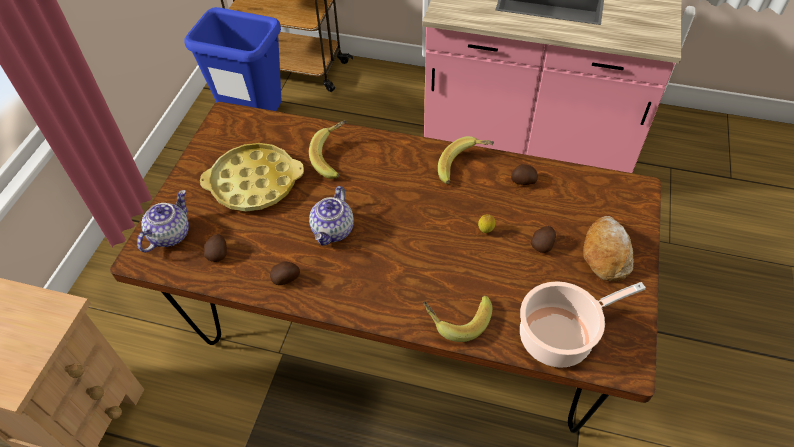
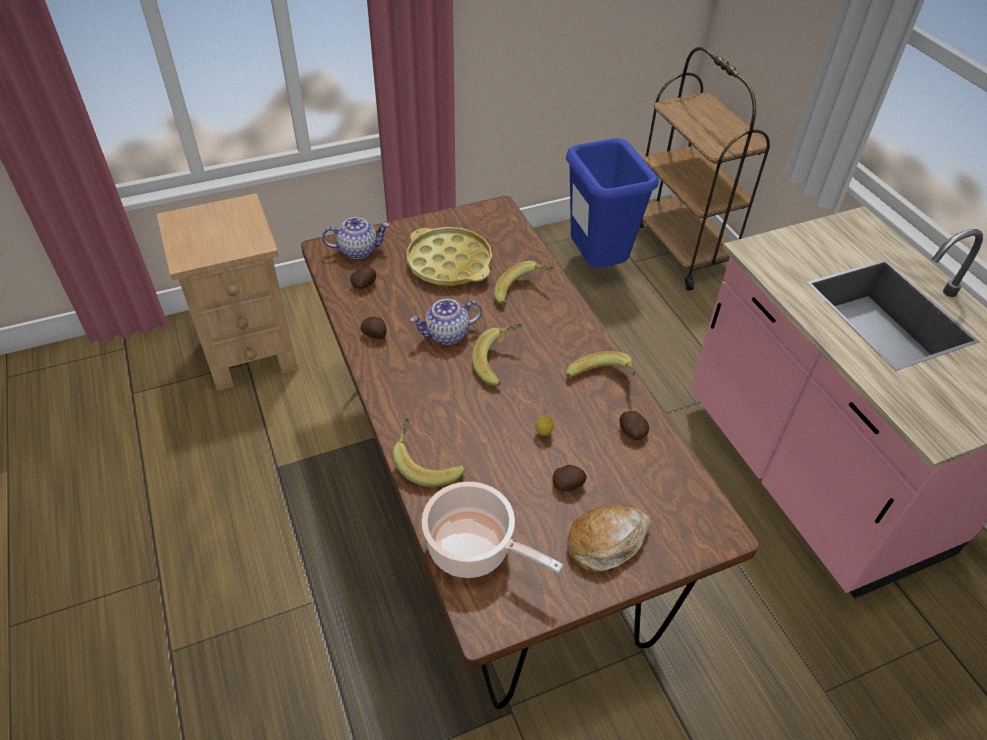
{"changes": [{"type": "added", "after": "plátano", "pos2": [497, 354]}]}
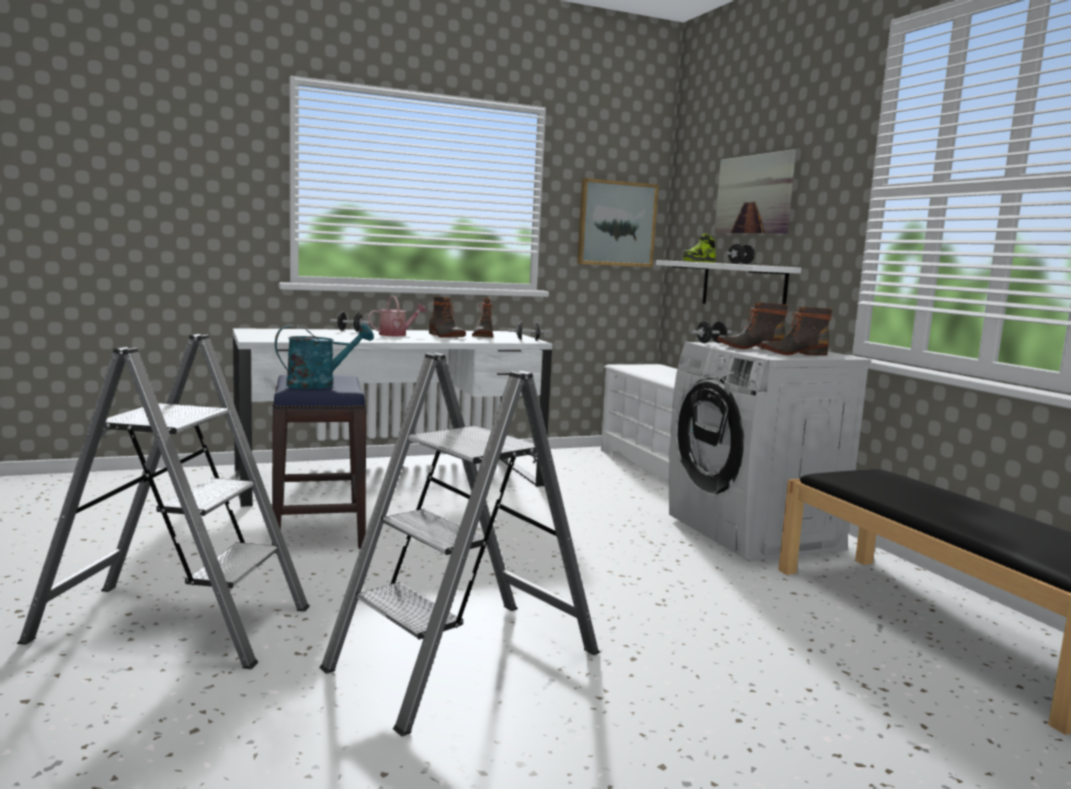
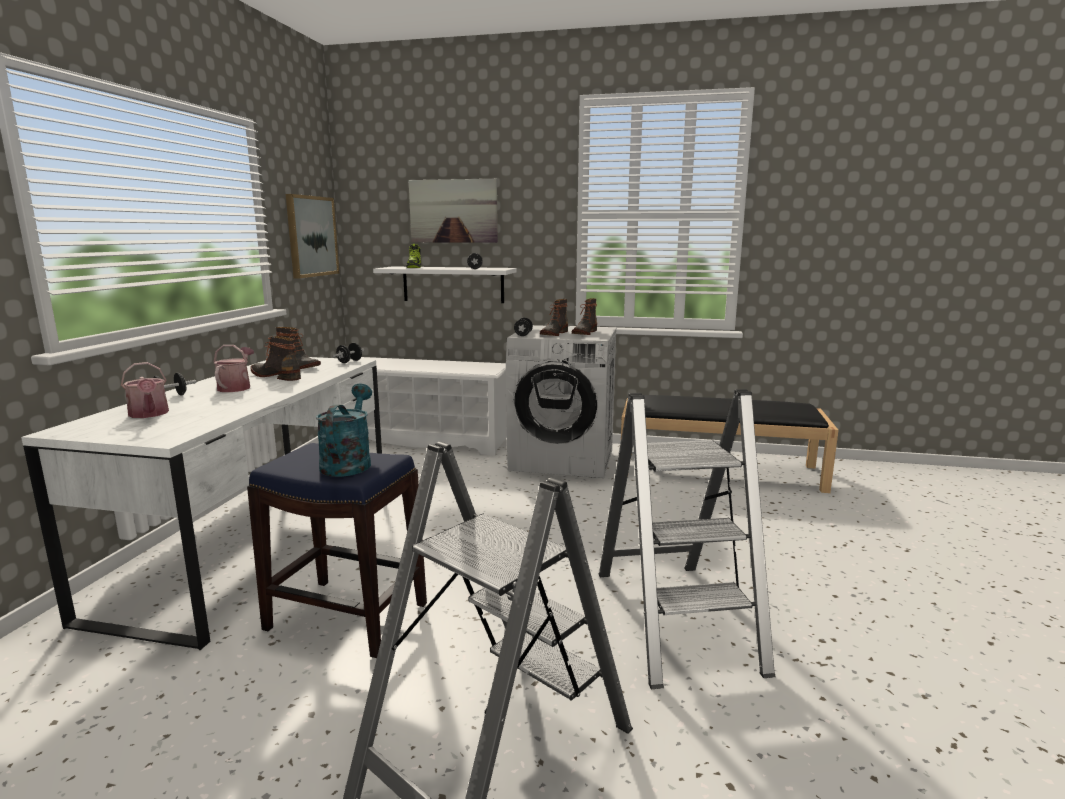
{"changes": [{"type": "turned", "before": "bota", "pos1": [447, 317], "pos2": [275, 358], "turn": -150}, {"type": "added", "after": "regadera", "pos2": [145, 390]}]}
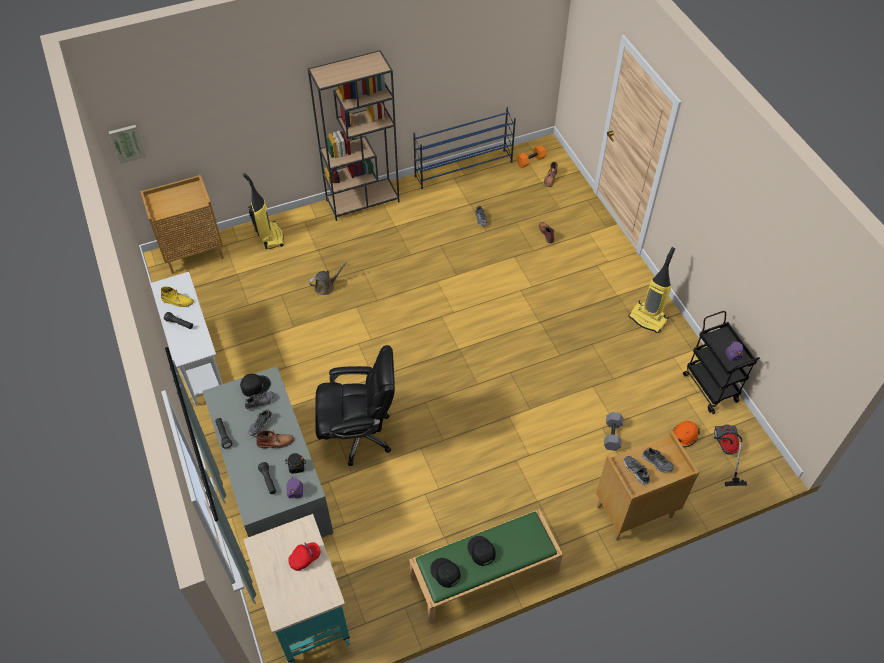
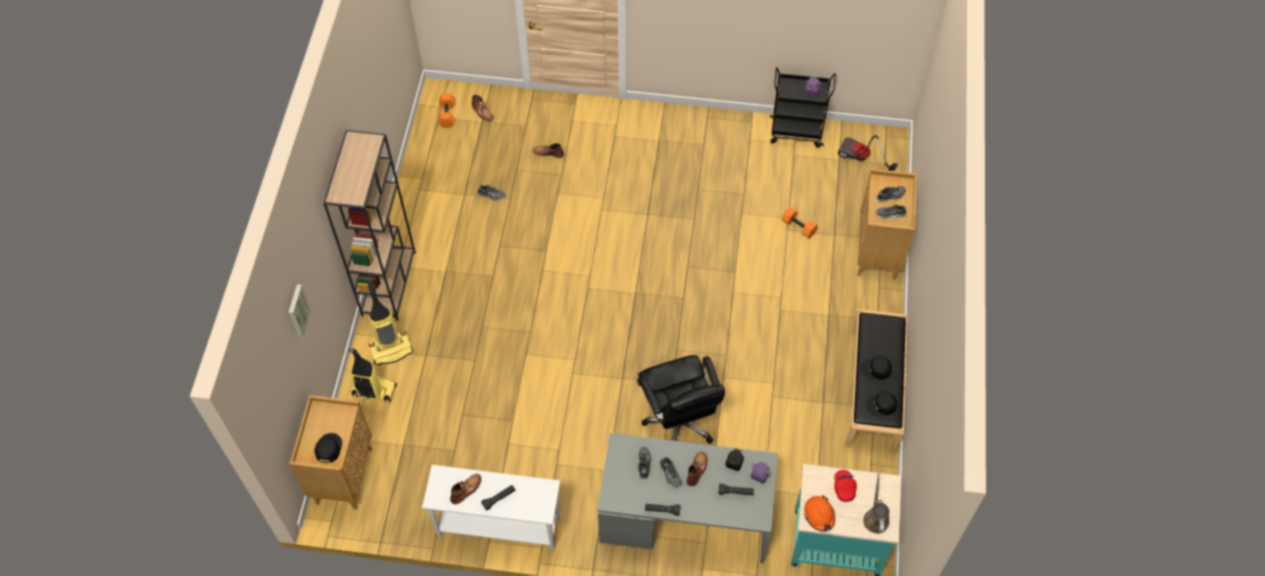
{"changes": [{"type": "removed", "before": "zapatero (azul)", "pos1": [464, 148]}, {"type": "moved", "before": "cuadro", "pos1": [127, 144], "pos2": [299, 310]}, {"type": "moved", "before": "aspiradora", "pos1": [651, 290], "pos2": [390, 324]}, {"type": "moved", "before": "regadera (marrón)", "pos1": [328, 278], "pos2": [876, 503]}, {"type": "recoloured", "before": "bota (amarillo)", "after": "bota (marrón)", "pos1": [177, 296], "pos2": [465, 489]}, {"type": "turned", "before": "silla de oficina (negro)", "pos1": [355, 405], "pos2": [681, 399], "turn": 135}, {"type": "moved", "before": "gorra (negro)", "pos1": [255, 385], "pos2": [328, 448]}, {"type": "recoloured", "before": "mancuerna (gris)", "after": "mancuerna (naranja)", "pos1": [613, 431], "pos2": [799, 223]}, {"type": "moved", "before": "casco (naranja)", "pos1": [686, 434], "pos2": [819, 513]}, {"type": "recoloured", "before": "banco (verde)", "after": "banco (negro)", "pos1": [486, 566], "pos2": [877, 381]}]}
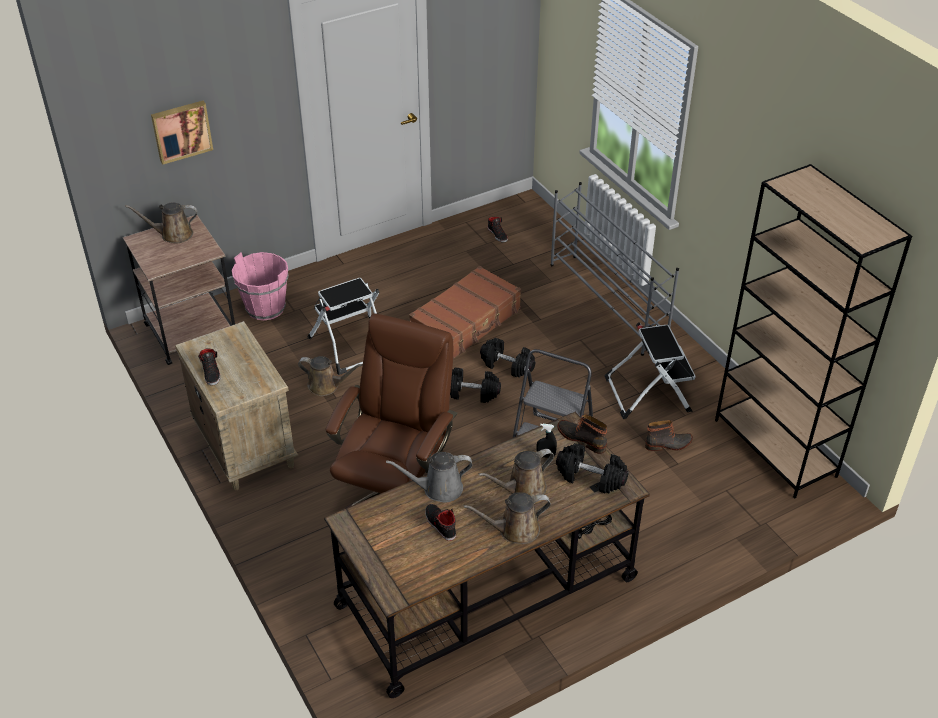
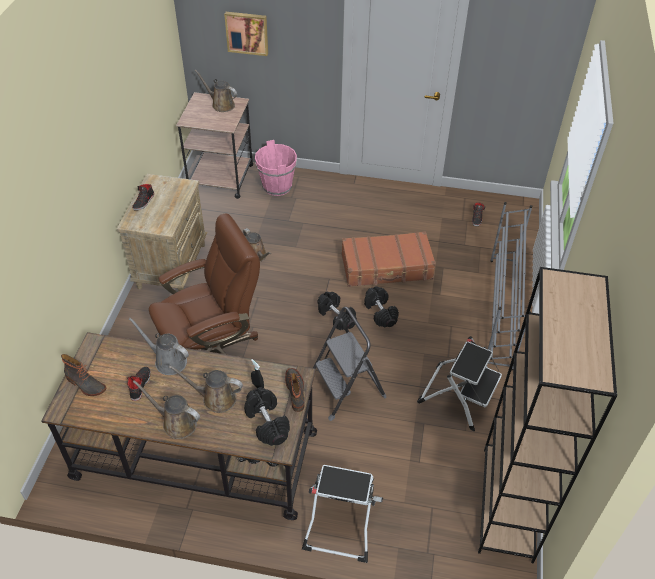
{"changes": [{"type": "moved", "before": "escalera de tijera", "pos1": [343, 326], "pos2": [342, 514]}, {"type": "moved", "before": "bota", "pos1": [669, 435], "pos2": [83, 375]}]}
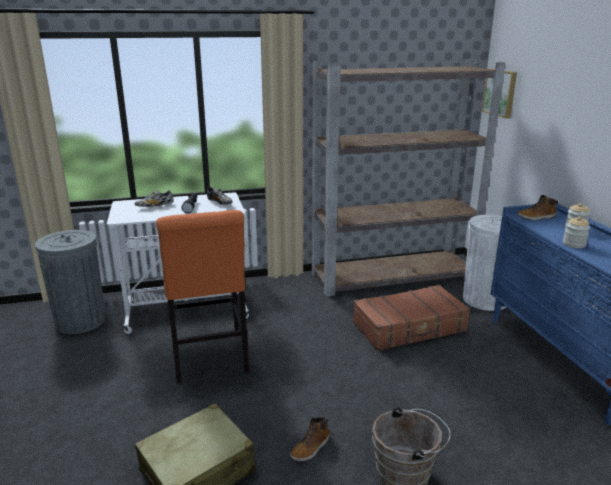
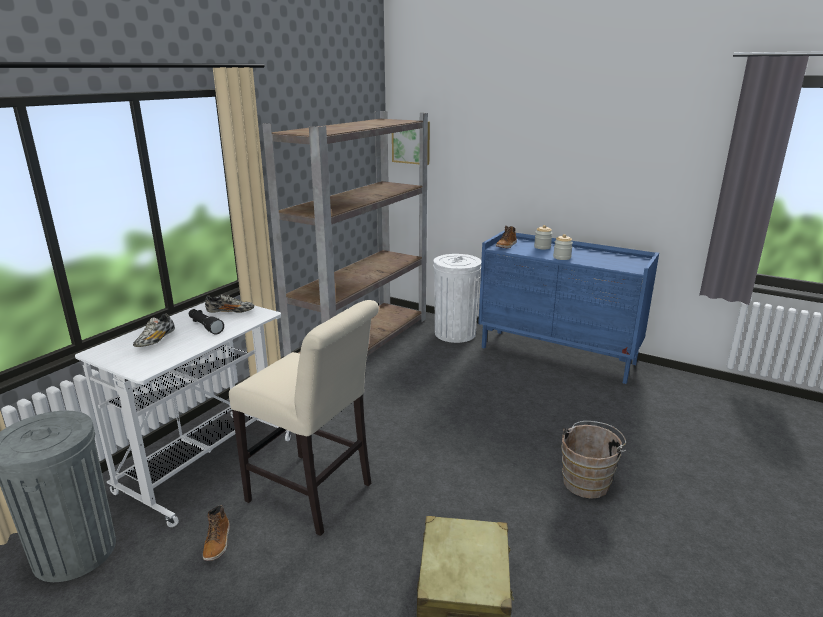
{"changes": [{"type": "recoloured", "before": "taburete (naranja)", "after": "taburete (beis)", "pos1": [202, 297], "pos2": [304, 418]}, {"type": "removed", "before": "maleta (marrón)", "pos1": [411, 318]}, {"type": "moved", "before": "bota", "pos1": [310, 439], "pos2": [216, 533]}]}
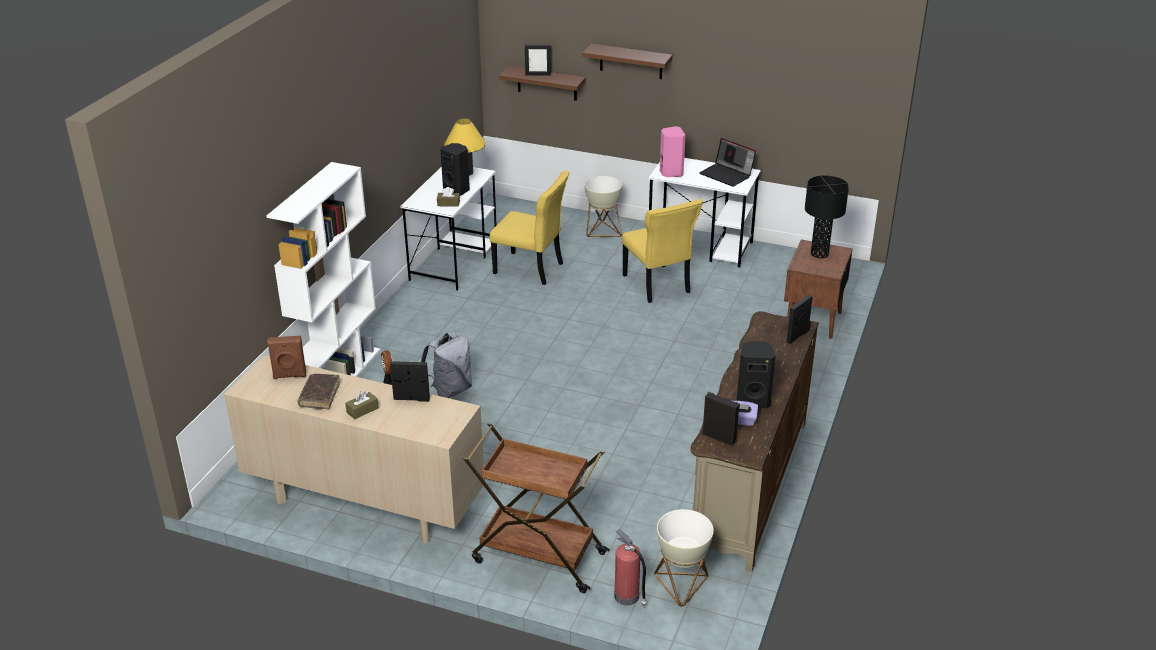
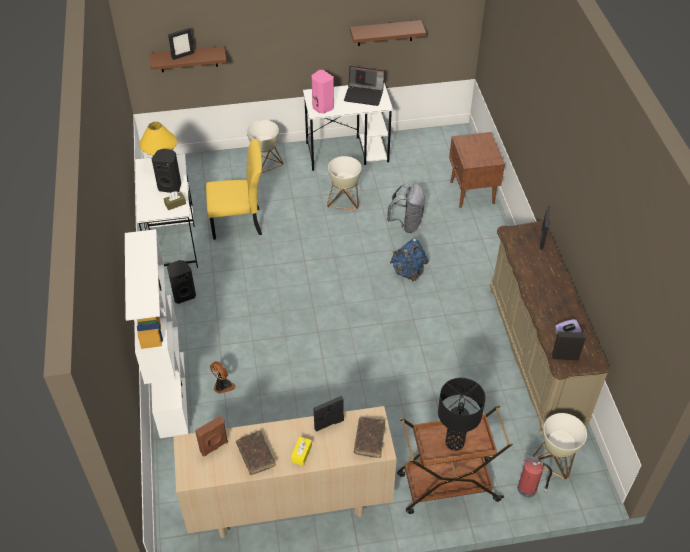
{"changes": [{"type": "moved", "before": "estante (marrón)", "pos1": [627, 61], "pos2": [388, 33]}, {"type": "moved", "before": "lámpara de mesa (negro)", "pos1": [827, 216], "pos2": [462, 414]}, {"type": "replaced", "before": "silla (amarillo)", "after": "maceta", "pos1": [662, 251], "pos2": [344, 182]}, {"type": "moved", "before": "mochila (gris)", "pos1": [446, 365], "pos2": [406, 208]}, {"type": "moved", "before": "altavoz (negro)", "pos1": [756, 374], "pos2": [181, 282]}, {"type": "recoloured", "before": "caja de pañuelos (marrón)", "after": "caja de pañuelos (amarillo)", "pos1": [362, 405], "pos2": [301, 451]}, {"type": "added", "after": "mochila (azul)", "pos2": [409, 260]}, {"type": "added", "after": "libro (marrón)", "pos2": [369, 437]}]}
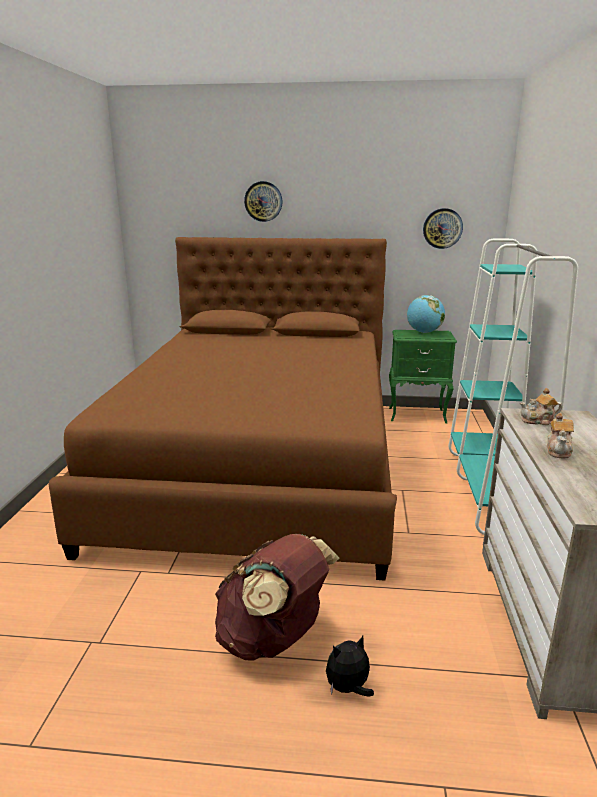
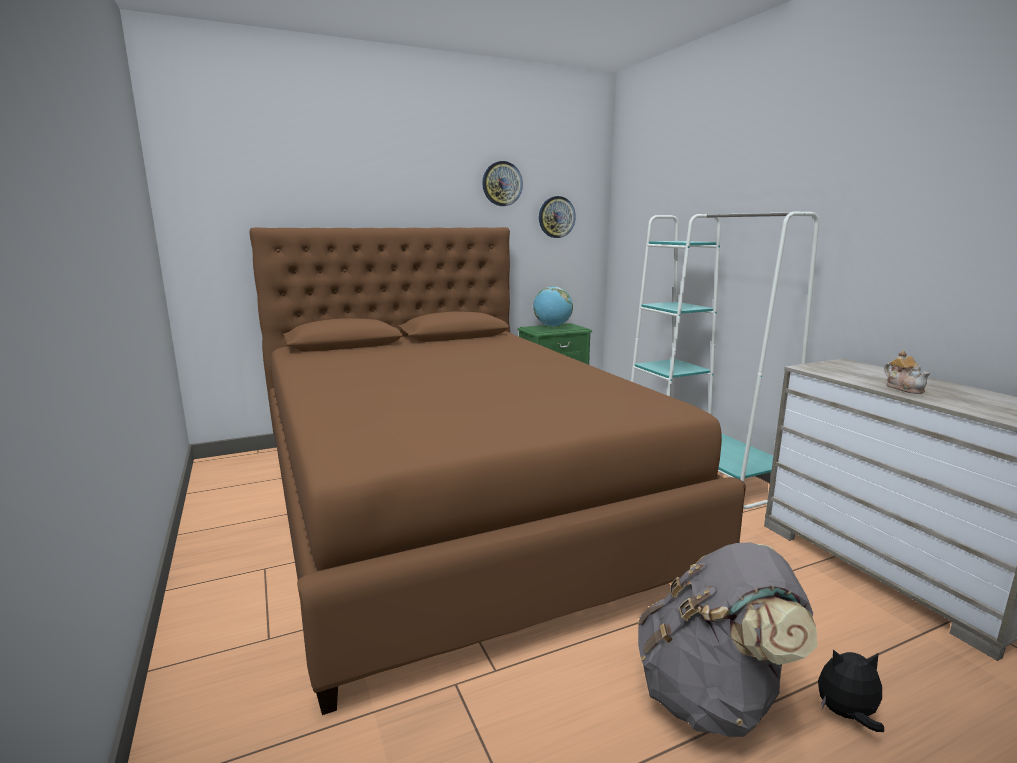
{"changes": [{"type": "moved", "before": "reloj de pared", "pos1": [263, 201], "pos2": [502, 183]}, {"type": "removed", "before": "tetera", "pos1": [541, 406]}, {"type": "recoloured", "before": "mochila (marrón)", "after": "mochila (gris)", "pos1": [277, 597], "pos2": [727, 639]}, {"type": "turned", "before": "peluche", "pos1": [350, 666], "pos2": [851, 690], "turn": 60}]}
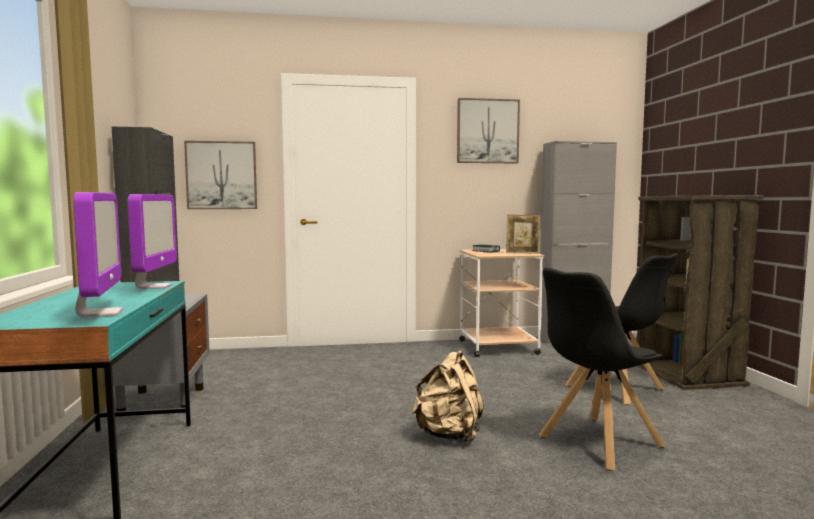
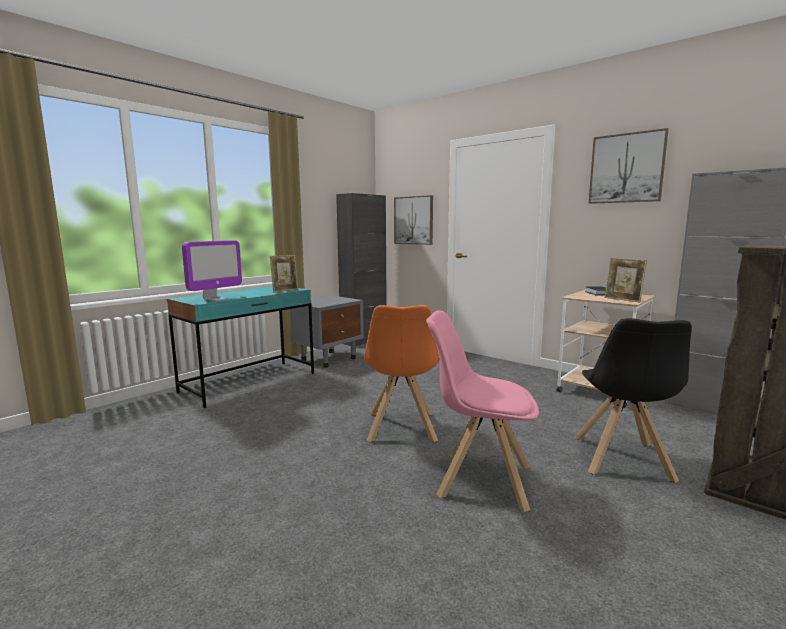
{"changes": [{"type": "replaced", "before": "monitor", "after": "portarretratos", "pos1": [152, 241], "pos2": [284, 273]}, {"type": "recoloured", "before": "silla (negro)", "after": "silla (rosa)", "pos1": [602, 369], "pos2": [482, 411]}, {"type": "replaced", "before": "mochila (beis)", "after": "silla (naranja)", "pos1": [448, 397], "pos2": [401, 373]}]}
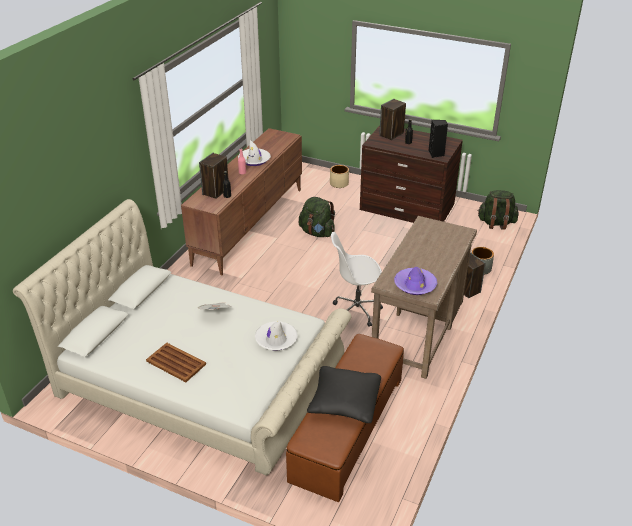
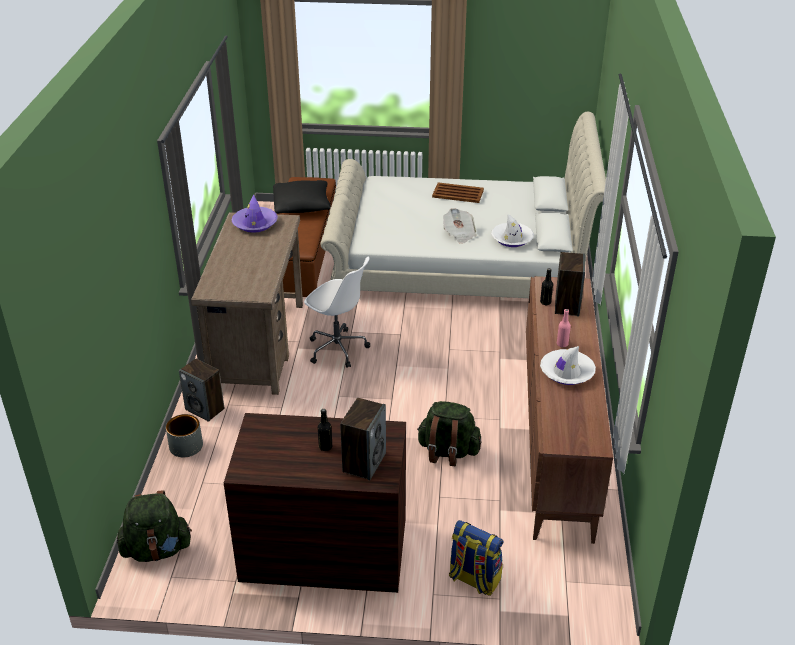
{"changes": [{"type": "removed", "before": "altavoz (negro)", "pos1": [438, 138]}, {"type": "replaced", "before": "maceta (beis)", "after": "mochila", "pos1": [339, 176], "pos2": [476, 558]}, {"type": "turned", "before": "silla de oficina (blanco)", "pos1": [357, 279], "pos2": [337, 312], "turn": 60}, {"type": "moved", "before": "sombrero (blanco)", "pos1": [276, 335], "pos2": [512, 230]}]}
